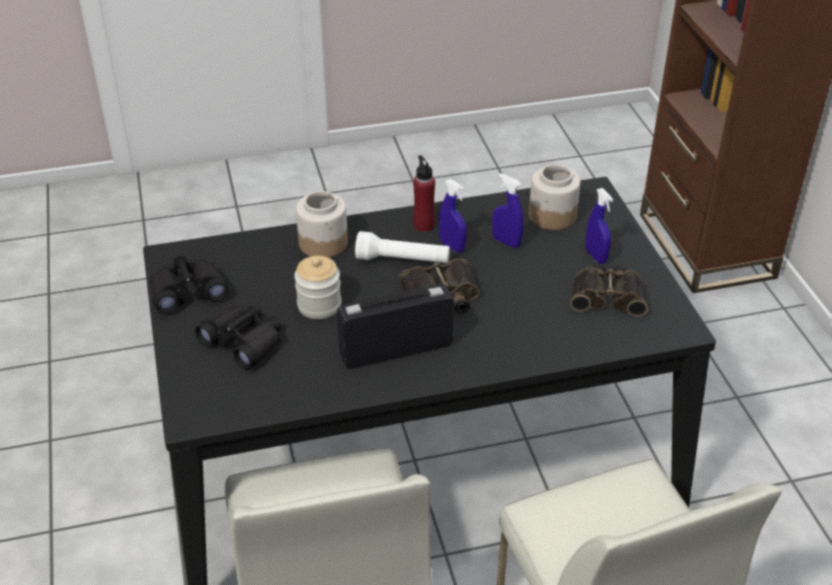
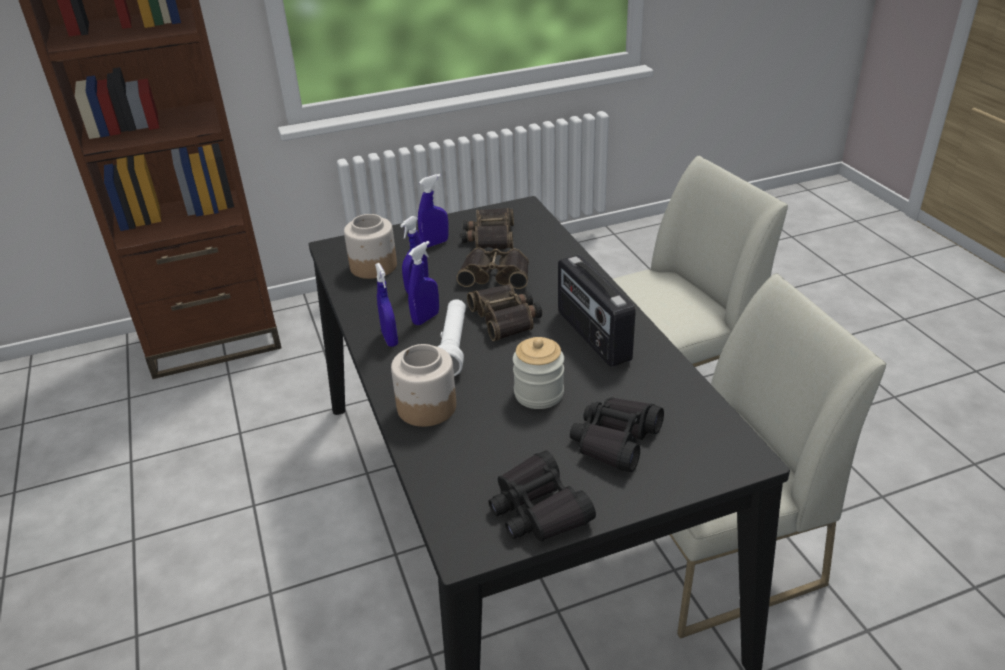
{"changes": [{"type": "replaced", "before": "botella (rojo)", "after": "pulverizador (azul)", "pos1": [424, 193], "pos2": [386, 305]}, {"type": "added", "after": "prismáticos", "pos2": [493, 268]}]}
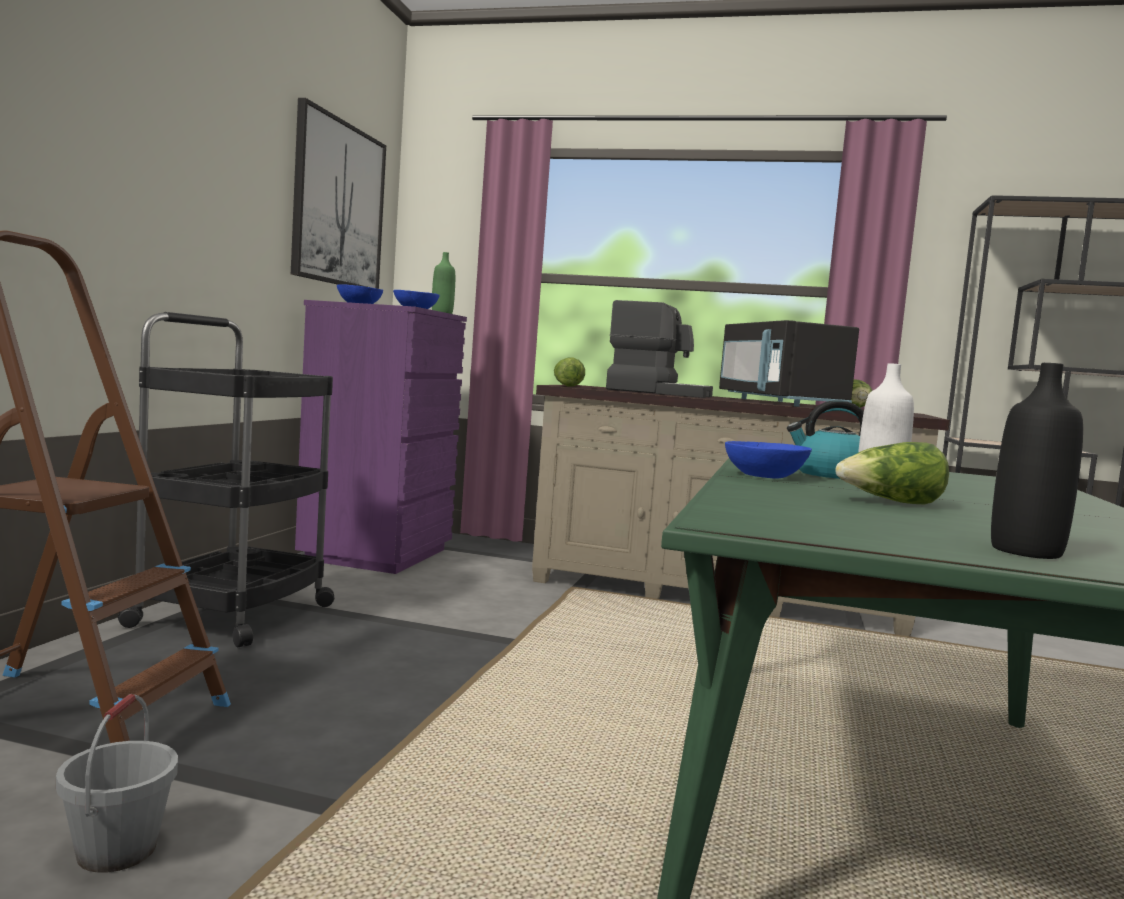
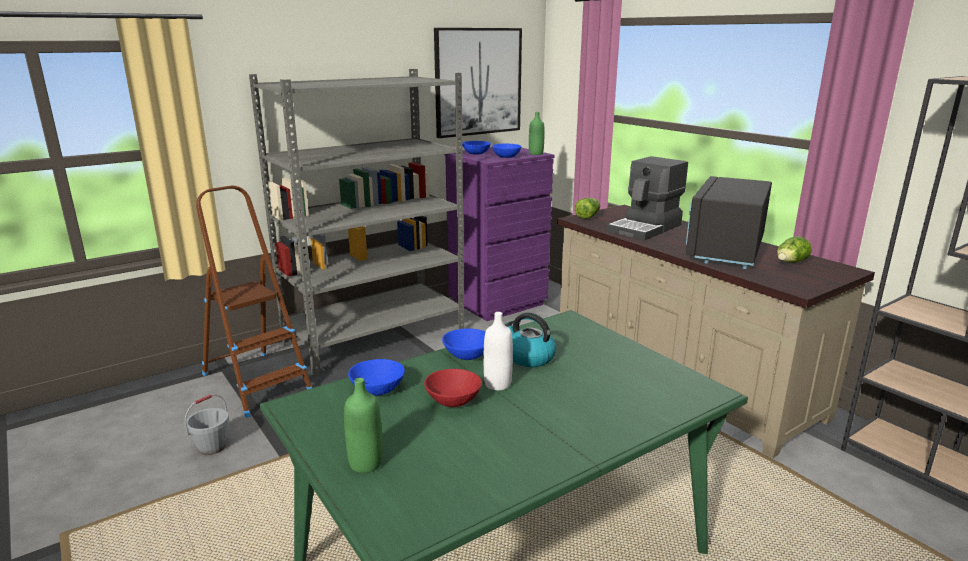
{"changes": [{"type": "turned", "before": "cafetera", "pos1": [659, 349], "pos2": [647, 198], "turn": 75}, {"type": "replaced", "before": "carrito (negro)", "after": "estantería (gris)", "pos1": [226, 479], "pos2": [356, 223]}, {"type": "recoloured", "before": "botella (negro)", "after": "botella (verde)", "pos1": [1037, 461], "pos2": [363, 425]}, {"type": "replaced", "before": "lechuga", "after": "cuenco (rojo)", "pos1": [892, 473], "pos2": [453, 388]}, {"type": "added", "after": "cuenco (azul)", "pos2": [376, 377]}]}
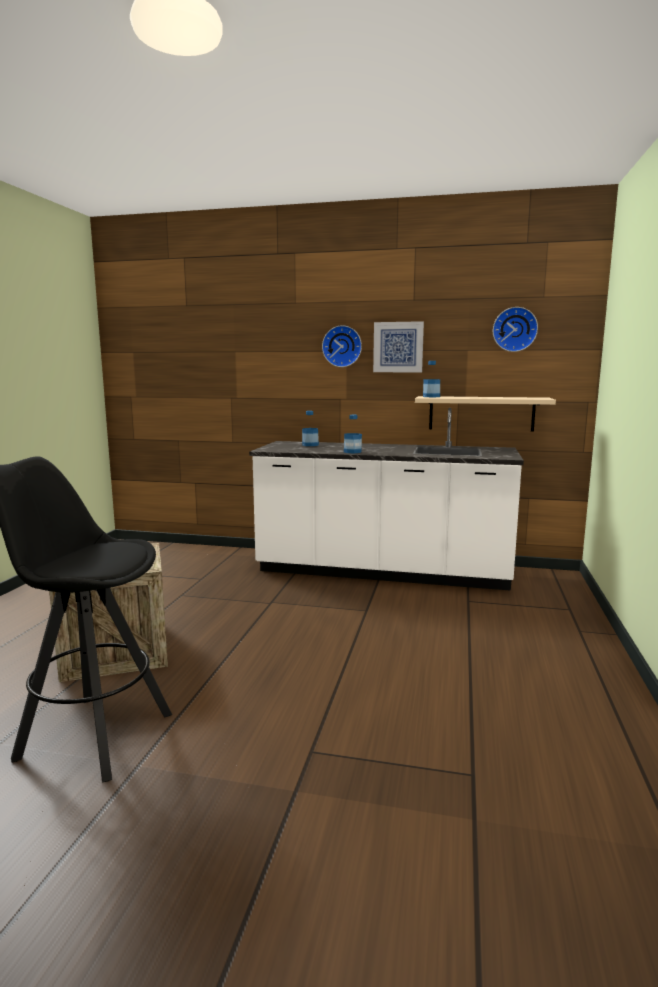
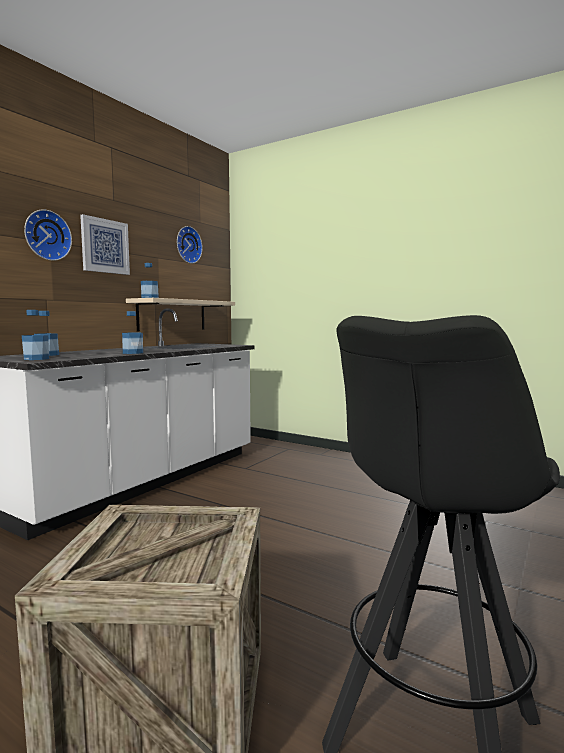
{"changes": [{"type": "added", "after": "botella", "pos2": [35, 335]}]}
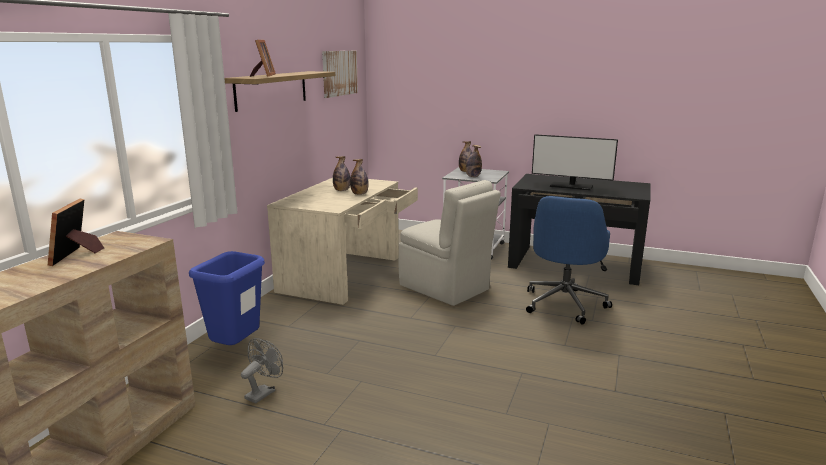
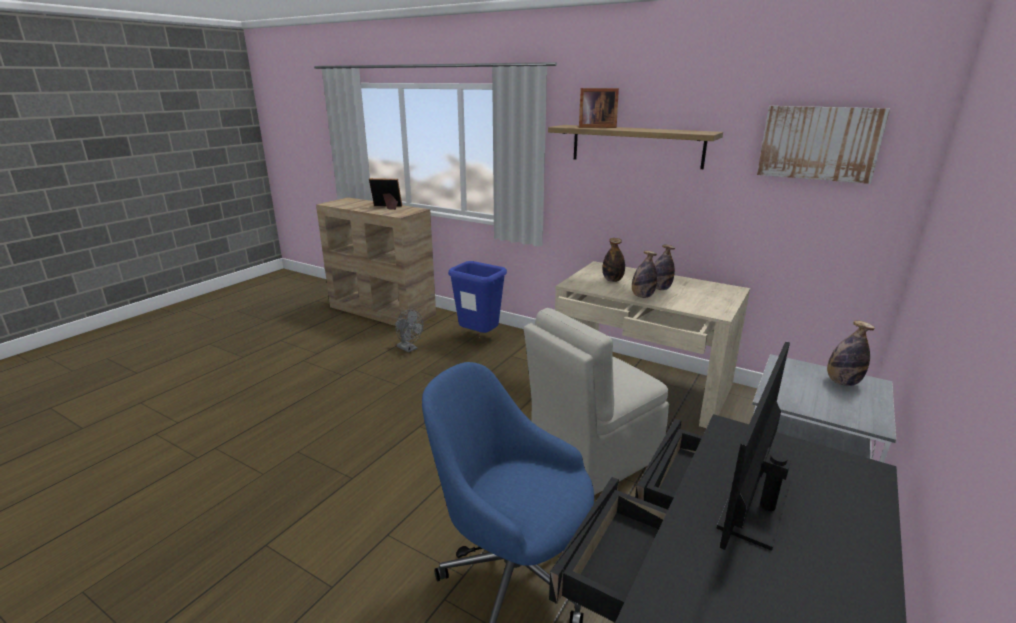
{"changes": [{"type": "moved", "before": "botella", "pos1": [474, 161], "pos2": [614, 260]}]}
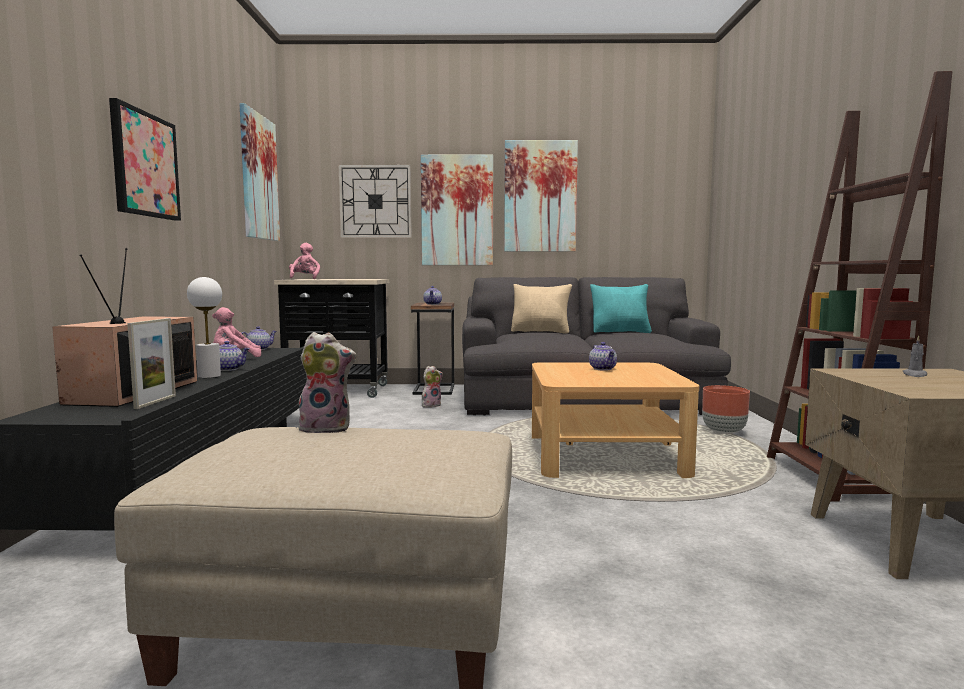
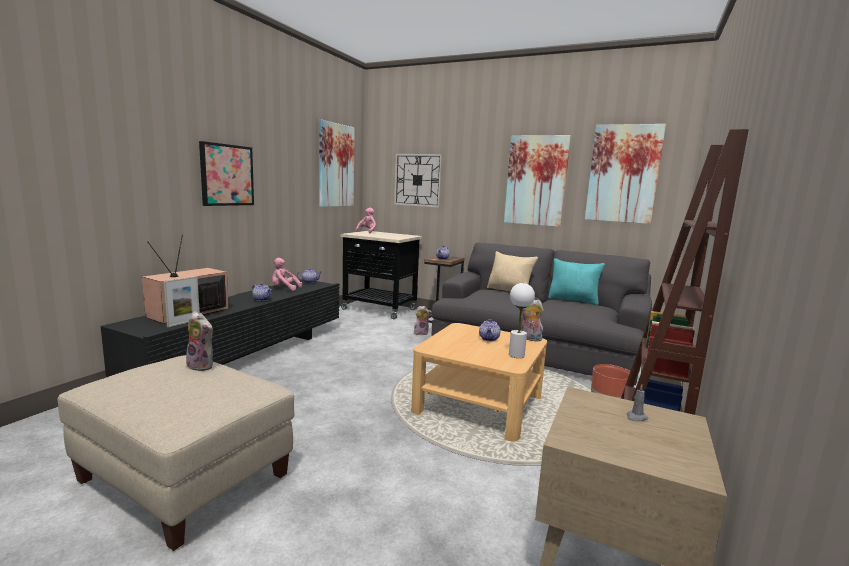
{"changes": [{"type": "moved", "before": "cuadro", "pos1": [457, 209], "pos2": [625, 174]}, {"type": "moved", "before": "lámpara de mesa (blanco)", "pos1": [204, 327], "pos2": [522, 320]}, {"type": "added", "after": "peluche", "pos2": [532, 320]}]}
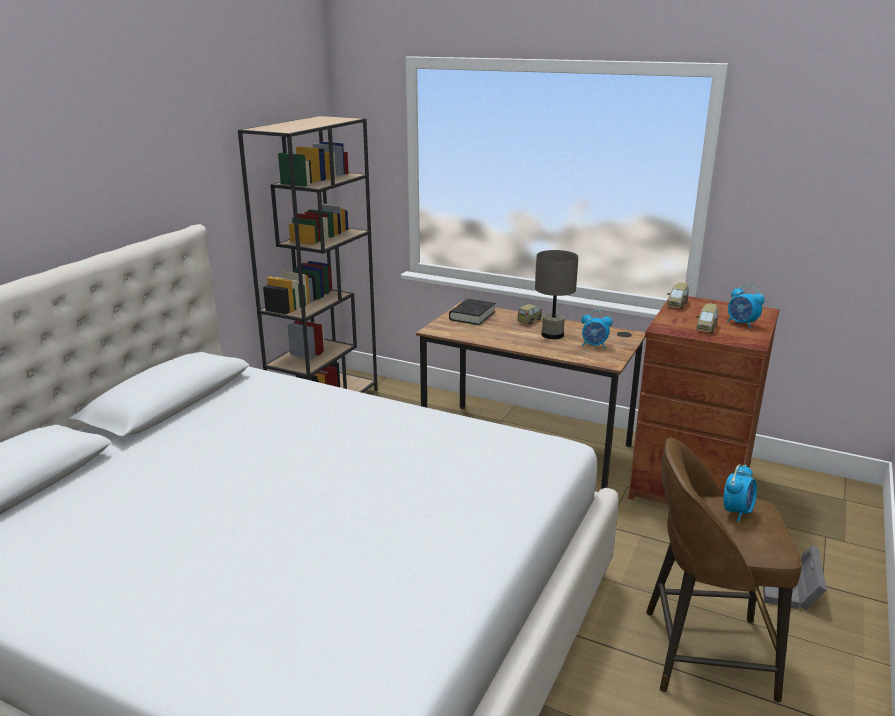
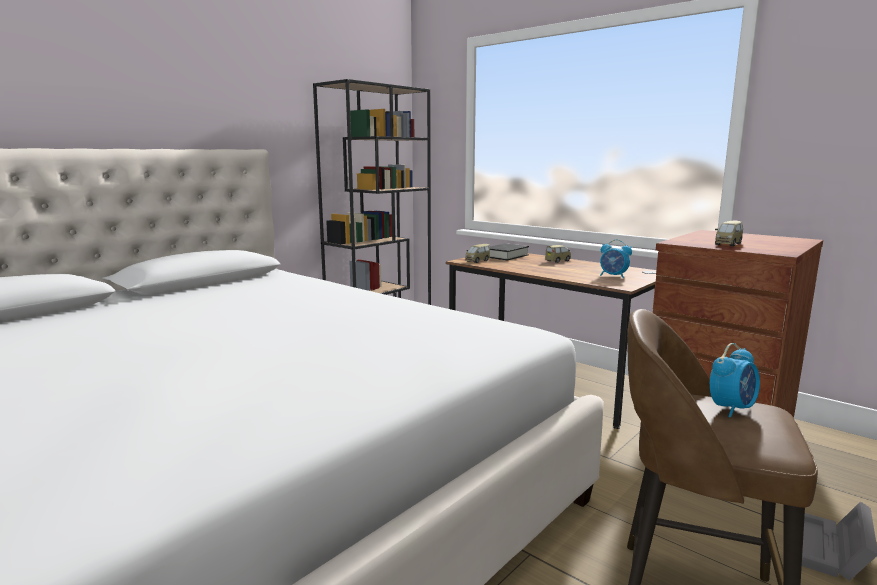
{"changes": [{"type": "removed", "before": "lámpara de mesa (gris)", "pos1": [556, 294]}, {"type": "moved", "before": "coche de juguete", "pos1": [678, 295], "pos2": [477, 253]}, {"type": "removed", "before": "despertador", "pos1": [746, 306]}]}
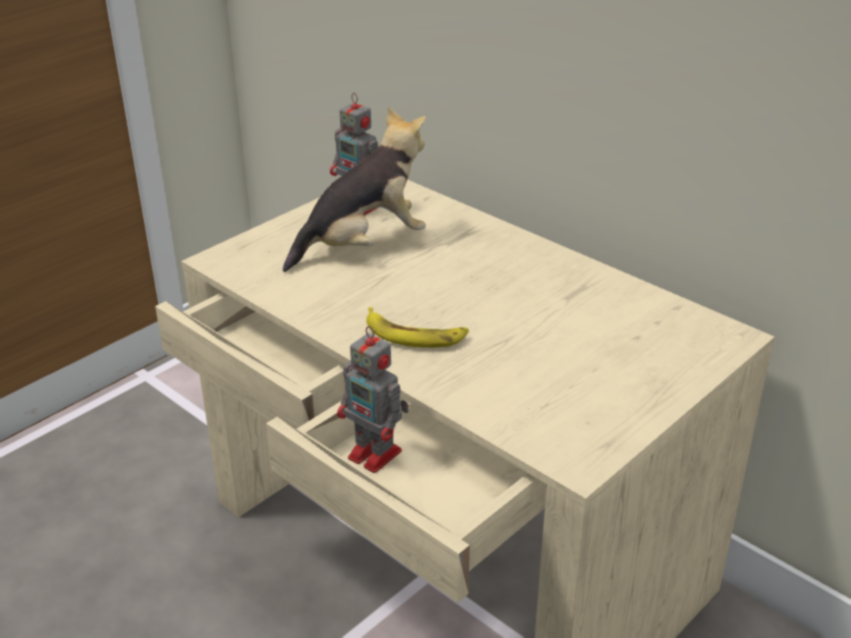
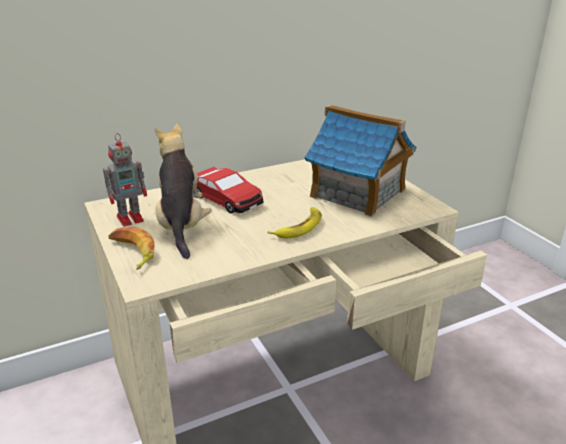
{"changes": [{"type": "removed", "before": "robot de juguete", "pos1": [373, 399]}, {"type": "added", "after": "casita", "pos2": [360, 161]}, {"type": "added", "after": "coche de juguete", "pos2": [230, 190]}, {"type": "added", "after": "plátano", "pos2": [131, 248]}]}
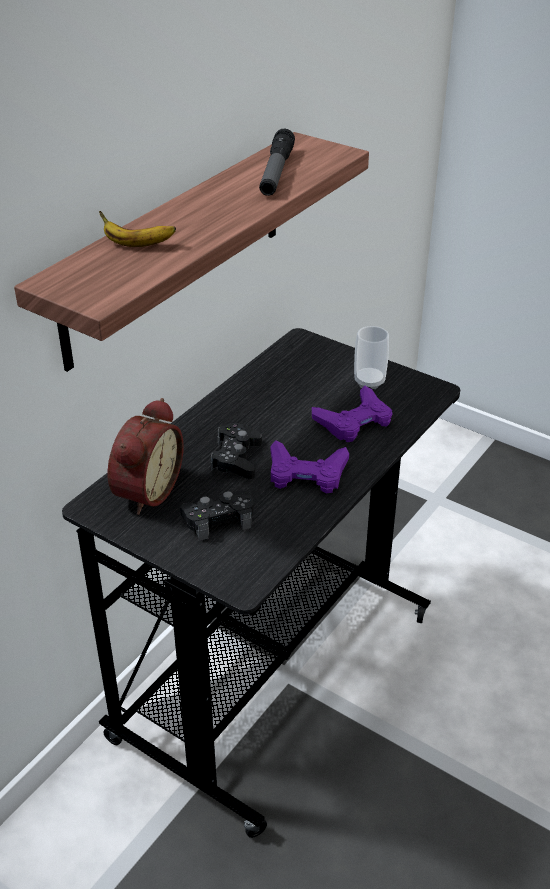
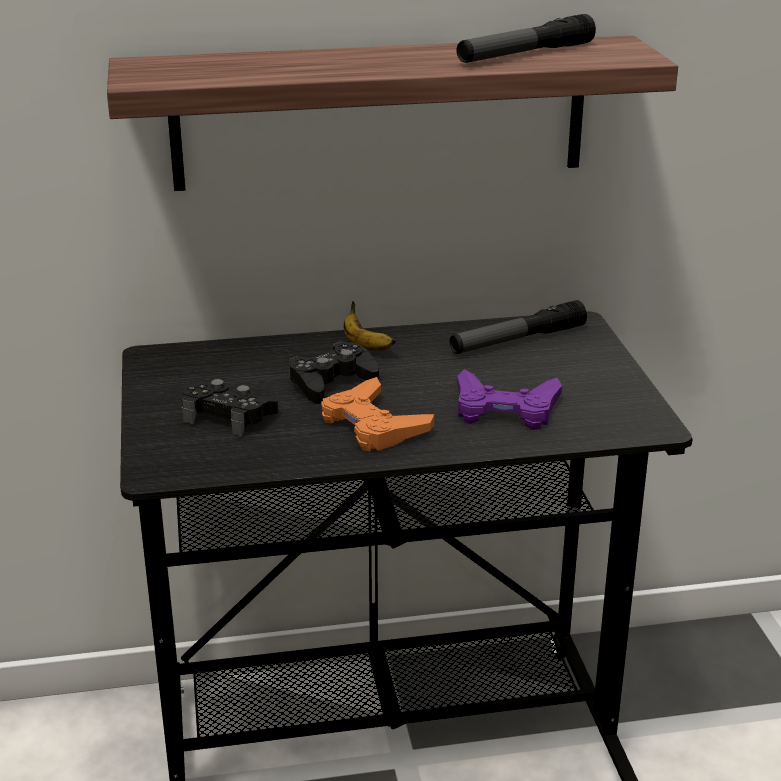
{"changes": [{"type": "moved", "before": "plátano", "pos1": [137, 229], "pos2": [369, 326]}, {"type": "removed", "before": "taza", "pos1": [371, 357]}, {"type": "removed", "before": "despertador", "pos1": [146, 456]}, {"type": "recoloured", "before": "mando de consola (morado)", "after": "mando de consola (naranja)", "pos1": [310, 467], "pos2": [377, 414]}, {"type": "added", "after": "linterna", "pos2": [518, 327]}]}
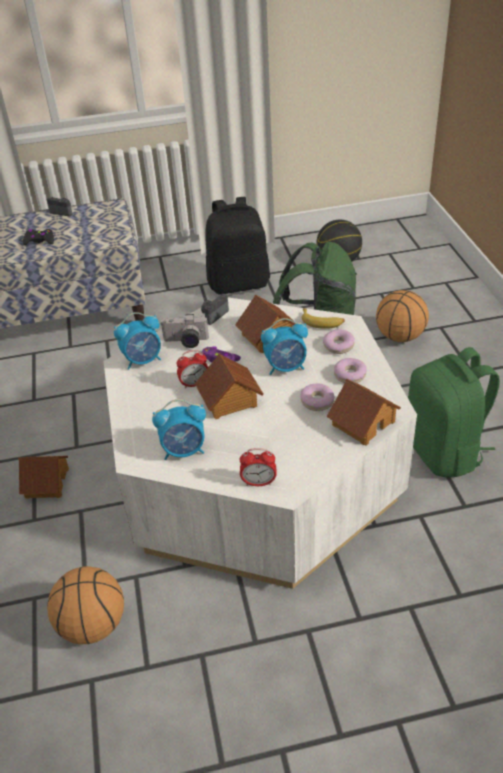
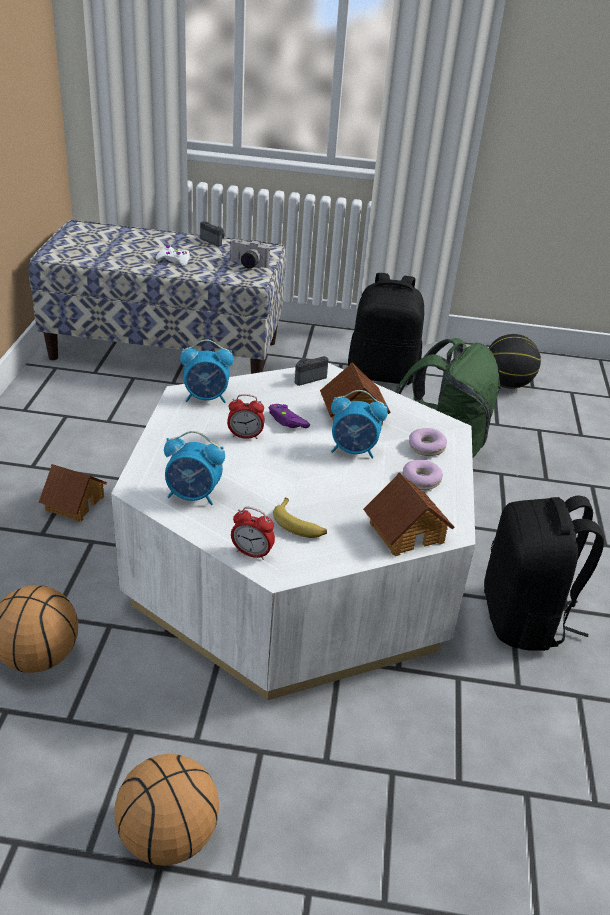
{"changes": [{"type": "recoloured", "before": "mando de consola (negro)", "after": "mando de consola (blanco)", "pos1": [38, 237], "pos2": [173, 255]}, {"type": "moved", "before": "balón de baloncesto", "pos1": [402, 316], "pos2": [167, 810]}, {"type": "moved", "before": "plátano", "pos1": [323, 318], "pos2": [300, 518]}, {"type": "moved", "before": "cámara", "pos1": [184, 331], "pos2": [250, 254]}, {"type": "recoloured", "before": "mochila (verde)", "after": "mochila (negro)", "pos1": [454, 412], "pos2": [544, 573]}, {"type": "removed", "before": "casita", "pos1": [229, 386]}, {"type": "removed", "before": "rosquilla", "pos1": [317, 397]}]}
